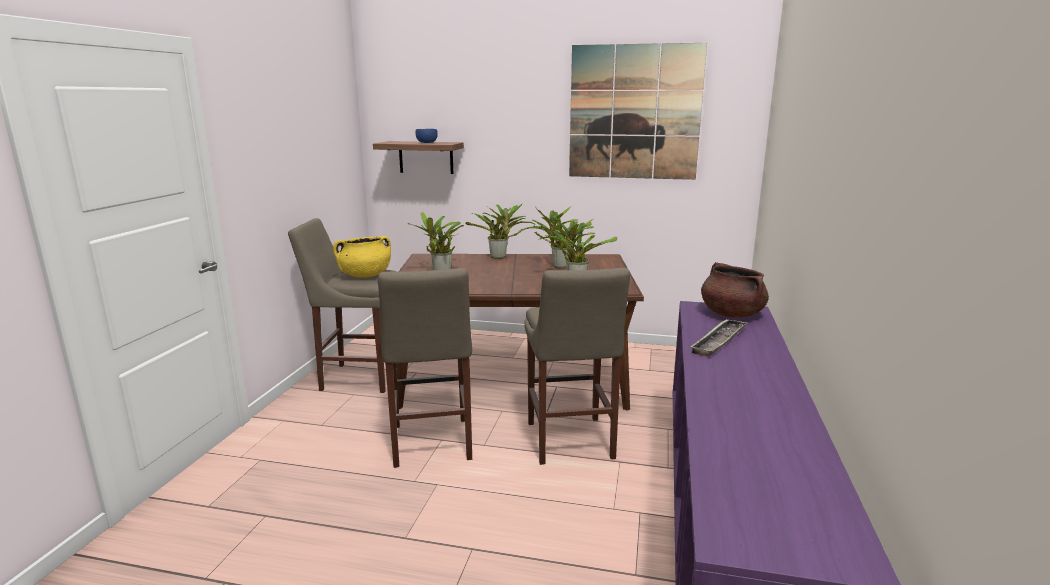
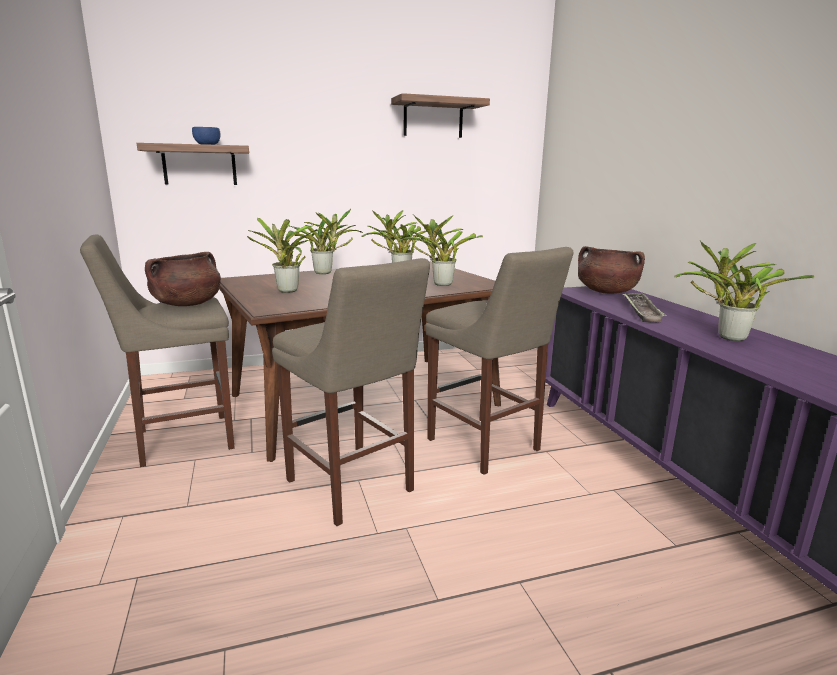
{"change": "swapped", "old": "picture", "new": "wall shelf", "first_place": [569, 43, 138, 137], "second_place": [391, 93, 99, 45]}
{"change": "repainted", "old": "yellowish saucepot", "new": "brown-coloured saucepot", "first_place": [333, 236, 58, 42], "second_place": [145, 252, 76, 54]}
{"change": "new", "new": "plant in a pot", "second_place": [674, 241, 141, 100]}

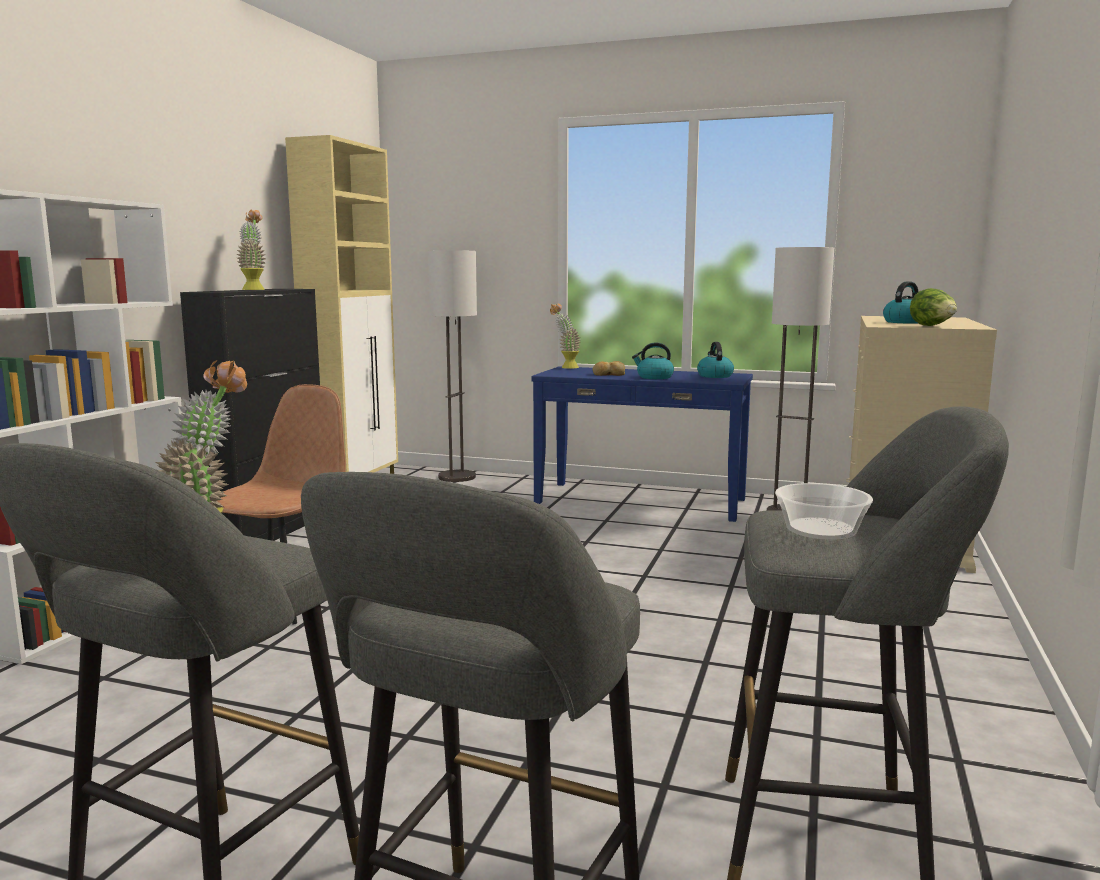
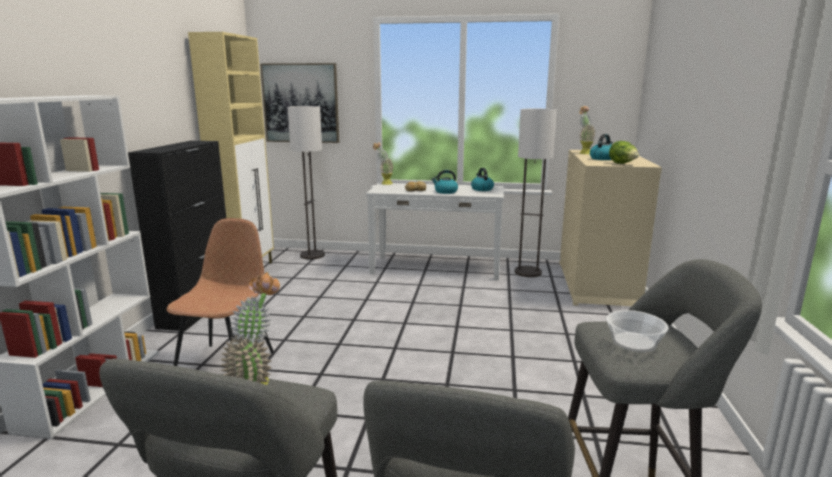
{"change": "shifted", "old": "plant in a pot", "first_place": [237, 209, 29, 81], "second_place": [579, 106, 17, 48]}
{"change": "repainted", "old": "bluish console table", "new": "whitish console table", "first_place": [532, 366, 221, 156], "second_place": [366, 183, 138, 98]}
{"change": "new", "new": "picture", "second_place": [260, 63, 79, 80]}

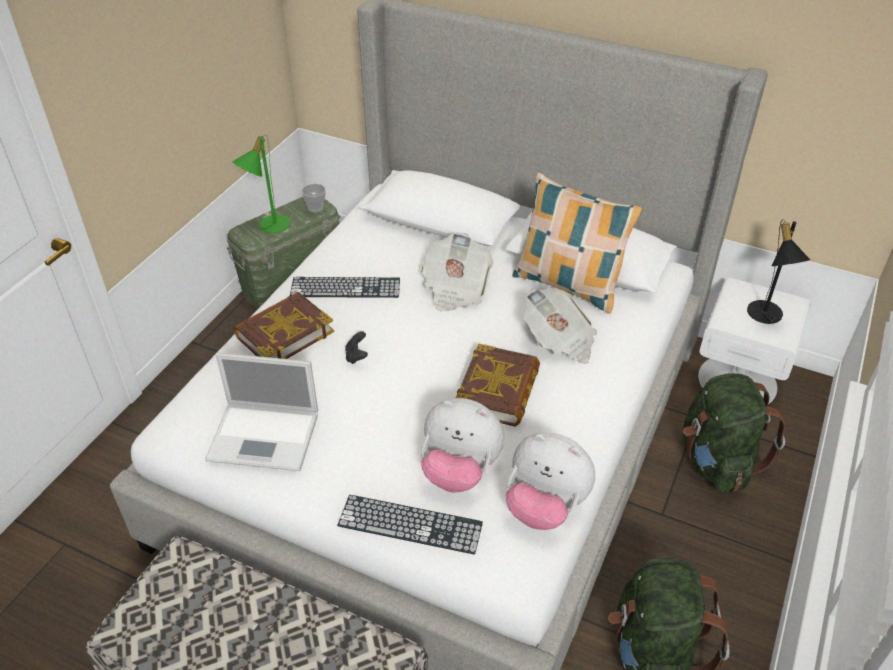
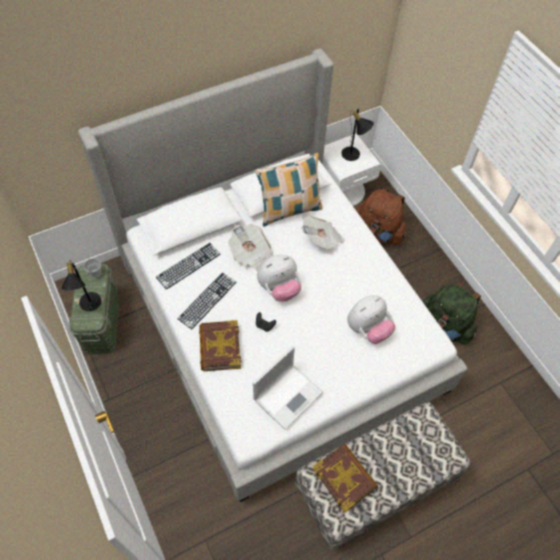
{"change": "repainted", "old": "greenish table lamp", "new": "black table lamp", "first_place": [232, 135, 58, 98], "second_place": [61, 259, 40, 52]}
{"change": "shifted", "old": "volume", "first_place": [456, 343, 84, 84], "second_place": [313, 444, 65, 68]}
{"change": "repainted", "old": "greenish backpack", "new": "brown-coloured backpack", "first_place": [683, 373, 102, 120], "second_place": [355, 188, 52, 57]}
{"change": "shifted", "old": "cuddly toy", "first_place": [506, 432, 89, 98], "second_place": [257, 255, 44, 47]}
{"change": "shifted", "old": "keyboard", "first_place": [337, 495, 146, 59], "second_place": [156, 243, 65, 47]}

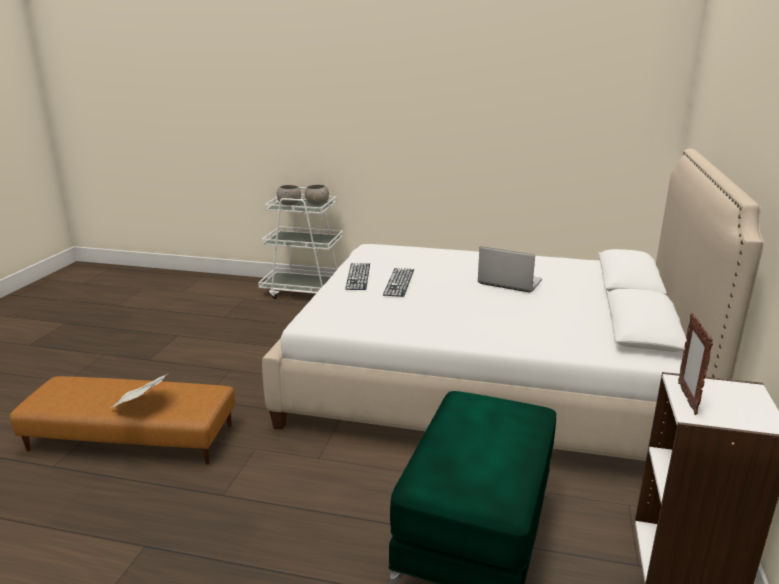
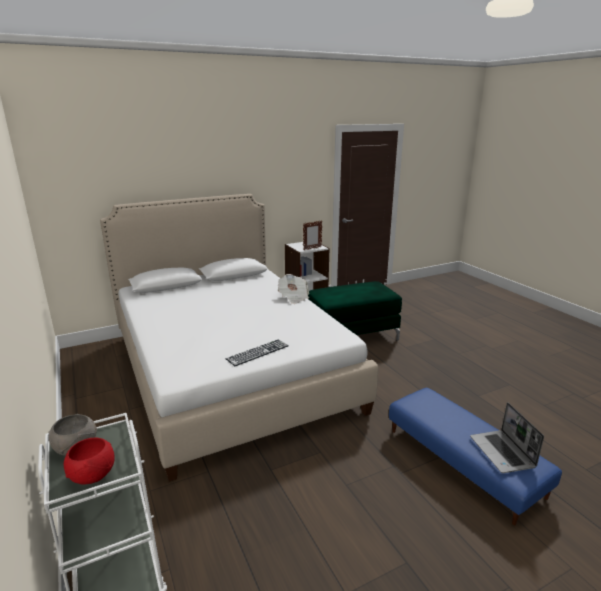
{"change": "repainted", "old": "grey bowl", "new": "red-coloured bowl", "first_place": [277, 185, 24, 20], "second_place": [64, 438, 51, 47]}
{"change": "shifted", "old": "laptop", "first_place": [478, 246, 64, 47], "second_place": [470, 402, 74, 71]}
{"change": "gone", "old": "keyboard", "first_place": [383, 268, 31, 29]}
{"change": "shifted", "old": "newspaper", "first_place": [112, 374, 55, 33], "second_place": [278, 274, 31, 30]}
{"change": "repainted", "old": "brown-coloured footrest", "new": "bluish footrest", "first_place": [10, 376, 225, 88], "second_place": [389, 388, 173, 137]}

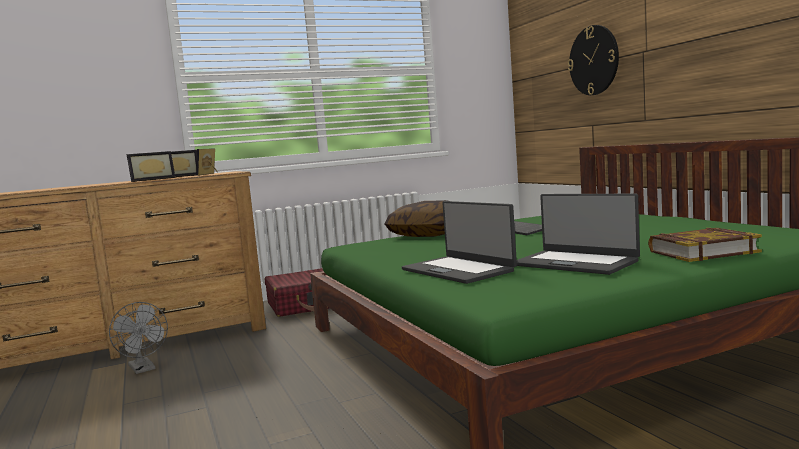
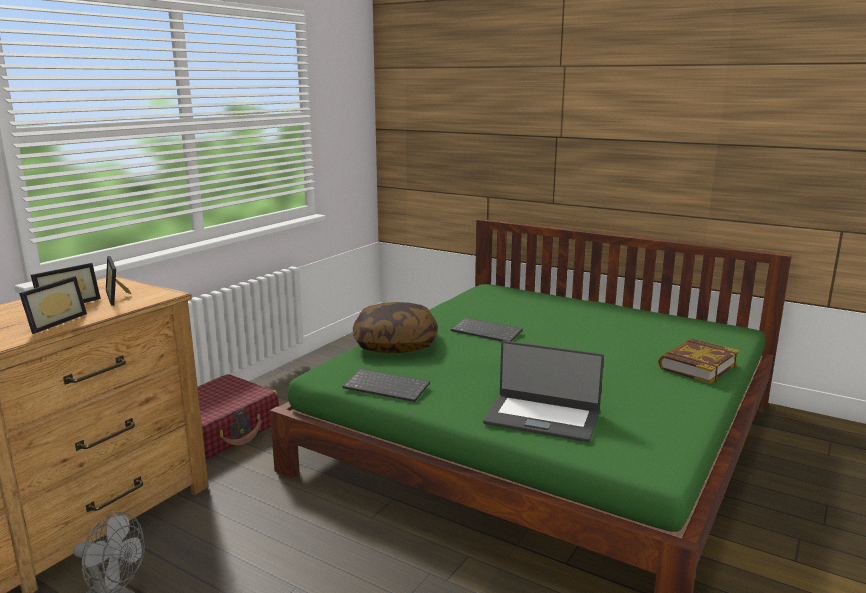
{"change": "gone", "old": "hanging clock", "first_place": [568, 25, 51, 70]}
{"change": "gone", "old": "laptop", "first_place": [517, 194, 123, 81]}
{"change": "new", "new": "keyboard", "second_place": [343, 369, 87, 33]}

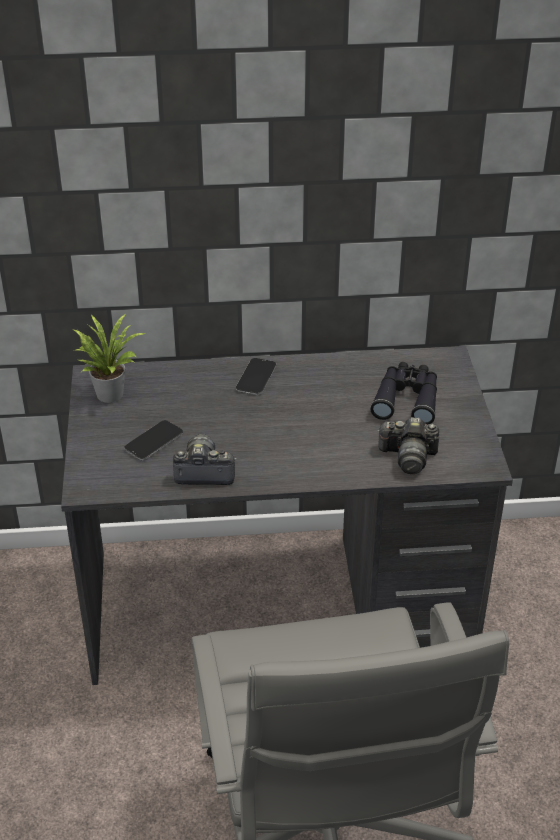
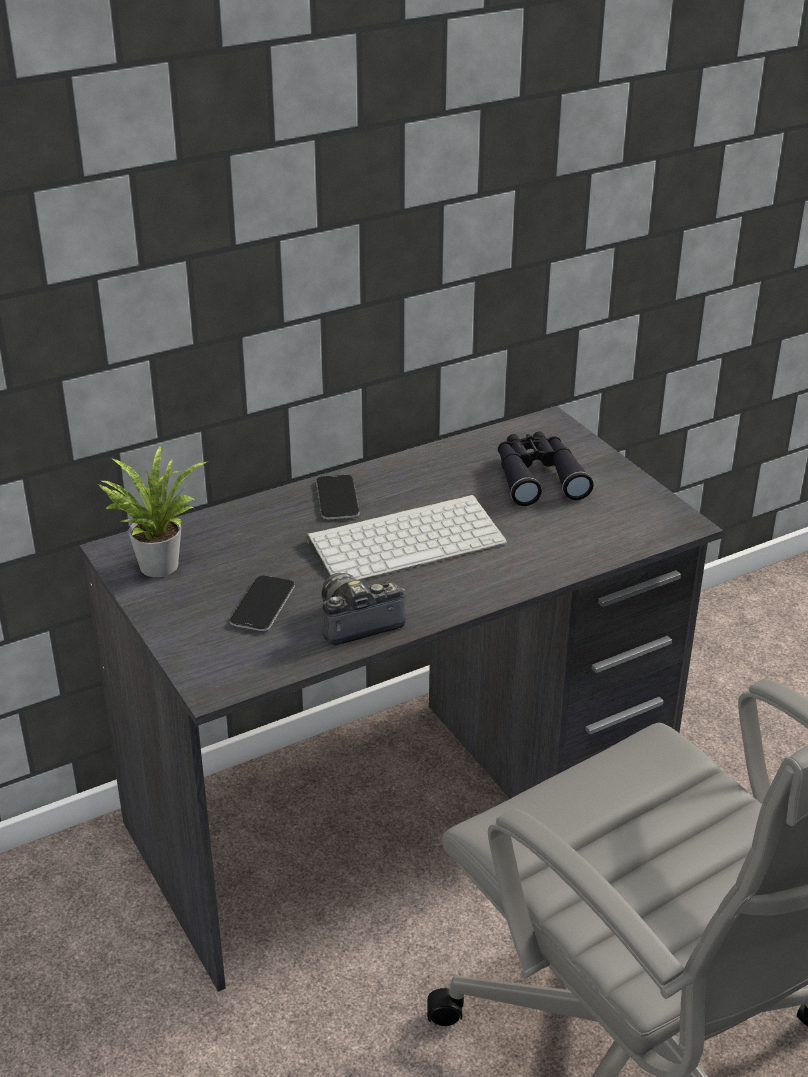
{"change": "gone", "old": "photo camera", "first_place": [377, 417, 62, 57]}
{"change": "new", "new": "keyboard", "second_place": [306, 495, 201, 85]}

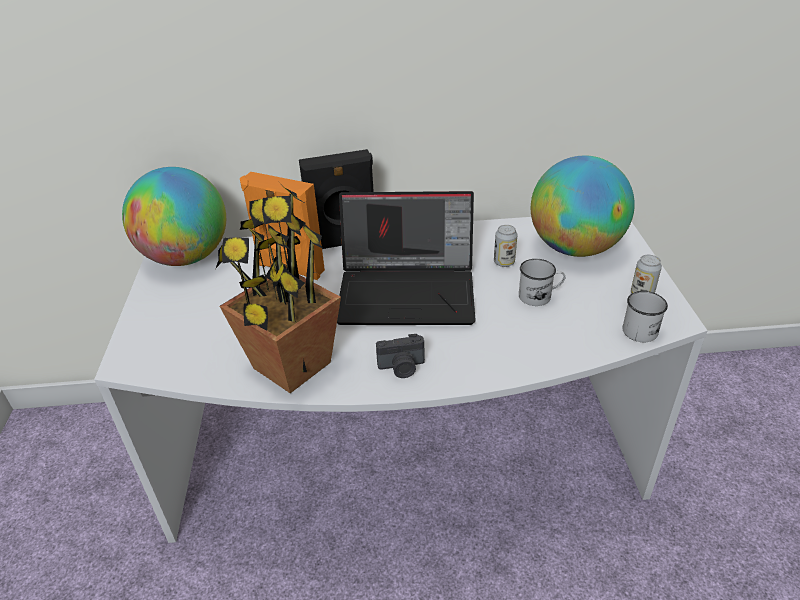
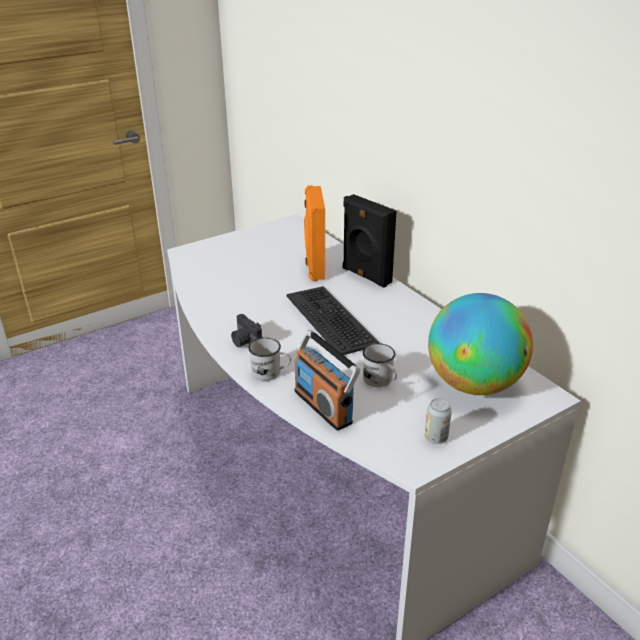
{"change": "gone", "old": "desk globe", "first_place": [122, 167, 104, 99]}
{"change": "gone", "old": "plant in a pot", "first_place": [215, 188, 126, 205]}
{"change": "swapped", "old": "laptop", "new": "keyboard", "first_place": [337, 191, 138, 134], "second_place": [286, 286, 93, 69]}
{"change": "gone", "old": "metal can", "first_place": [494, 225, 23, 42]}
{"change": "shifted", "old": "whitish coffee mug", "first_place": [623, 291, 45, 51], "second_place": [248, 338, 43, 43]}
{"change": "new", "new": "radio", "second_place": [295, 330, 65, 101]}

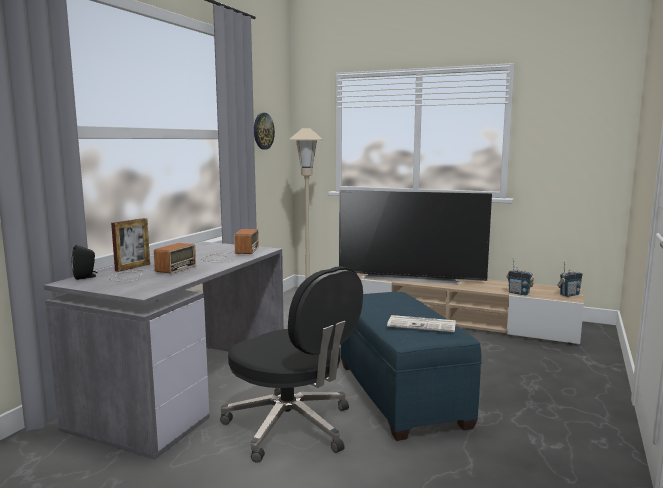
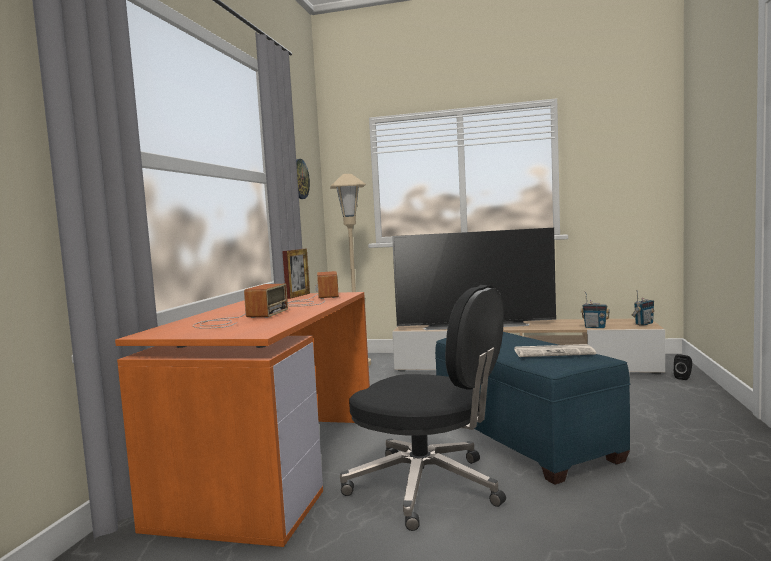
{"change": "shifted", "old": "picture frame", "first_place": [111, 218, 39, 54], "second_place": [282, 249, 28, 50]}
{"change": "repainted", "old": "grey desk table", "new": "orange-coloured desk table", "first_place": [44, 242, 240, 218], "second_place": [115, 292, 255, 255]}
{"change": "shifted", "old": "black loudspeaker", "first_place": [71, 245, 27, 35], "second_place": [674, 354, 18, 26]}

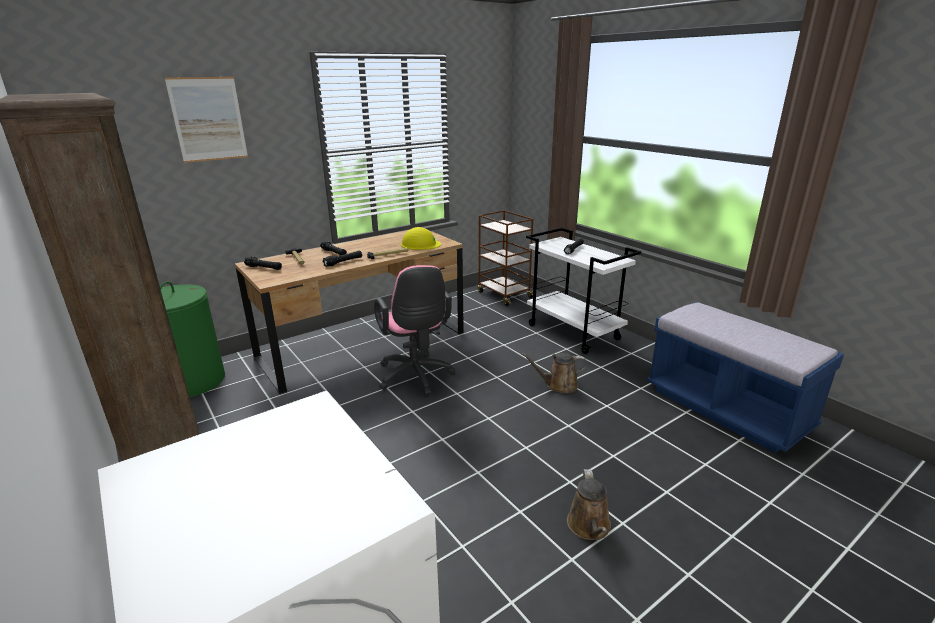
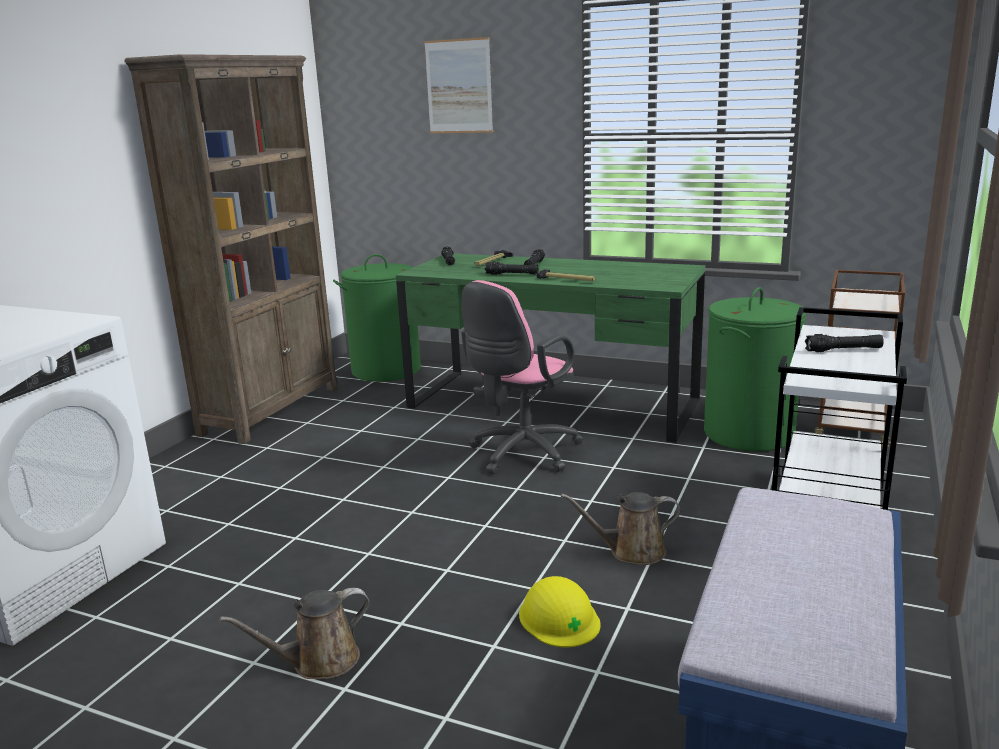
{"change": "shifted", "old": "yellowish hard hat", "first_place": [401, 227, 40, 23], "second_place": [519, 576, 82, 71]}
{"change": "repainted", "old": "brown-coloured desk table", "new": "greenish desk table", "first_place": [235, 230, 229, 164], "second_place": [396, 254, 309, 189]}
{"change": "rotated", "old": "brown-coloured watering can", "first_place": [521, 353, 66, 40], "second_place": [561, 492, 119, 73], "degrees": -60}
{"change": "new", "new": "greenish washing basket", "second_place": [704, 287, 102, 164]}

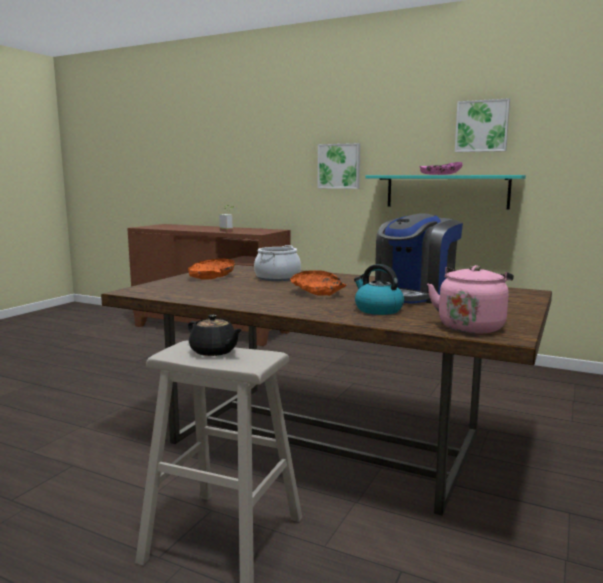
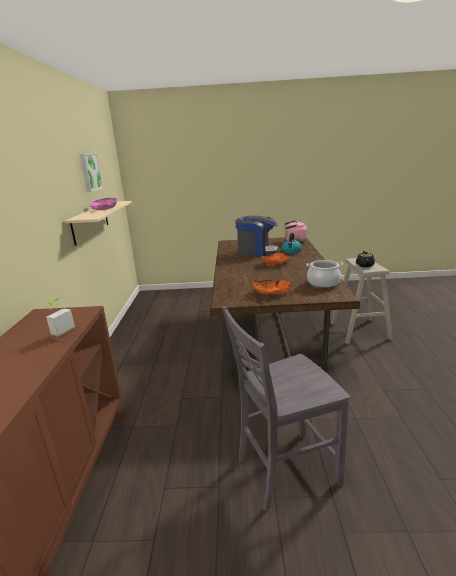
{"change": "gone", "old": "picture", "first_place": [318, 143, 42, 46]}
{"change": "repainted", "old": "turquoise-coloured wall shelf", "new": "beige-coloured wall shelf", "first_place": [366, 175, 160, 35], "second_place": [65, 201, 67, 45]}
{"change": "shifted", "old": "saucepot", "first_place": [254, 245, 47, 36], "second_place": [306, 260, 37, 28]}
{"change": "new", "new": "grey chair", "second_place": [222, 306, 128, 205]}

